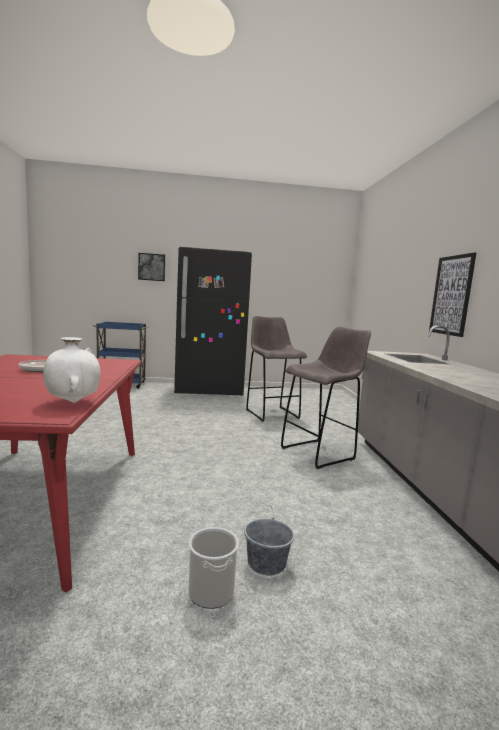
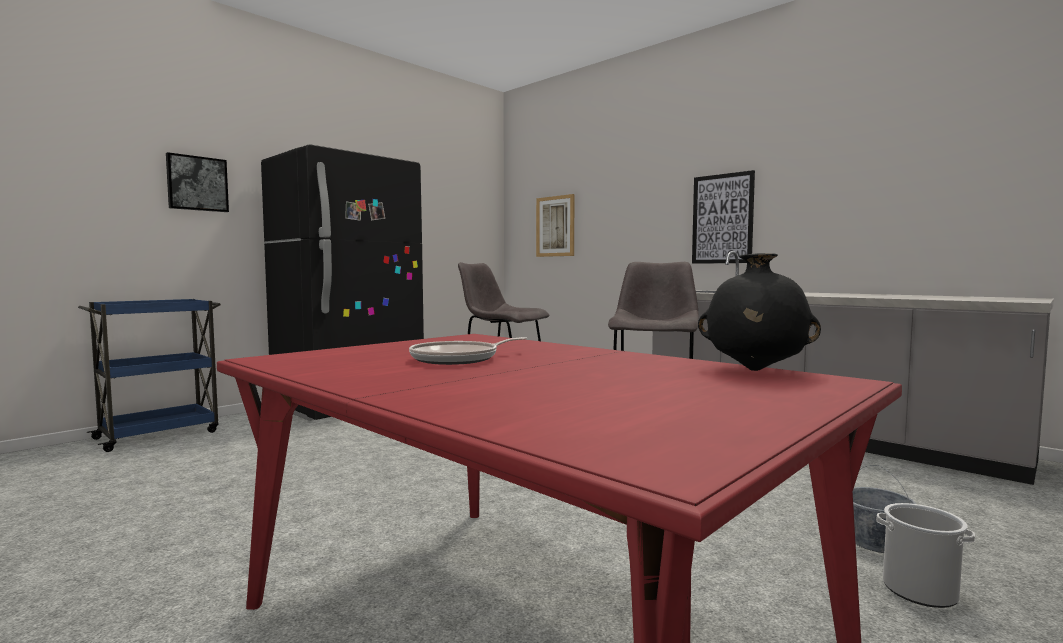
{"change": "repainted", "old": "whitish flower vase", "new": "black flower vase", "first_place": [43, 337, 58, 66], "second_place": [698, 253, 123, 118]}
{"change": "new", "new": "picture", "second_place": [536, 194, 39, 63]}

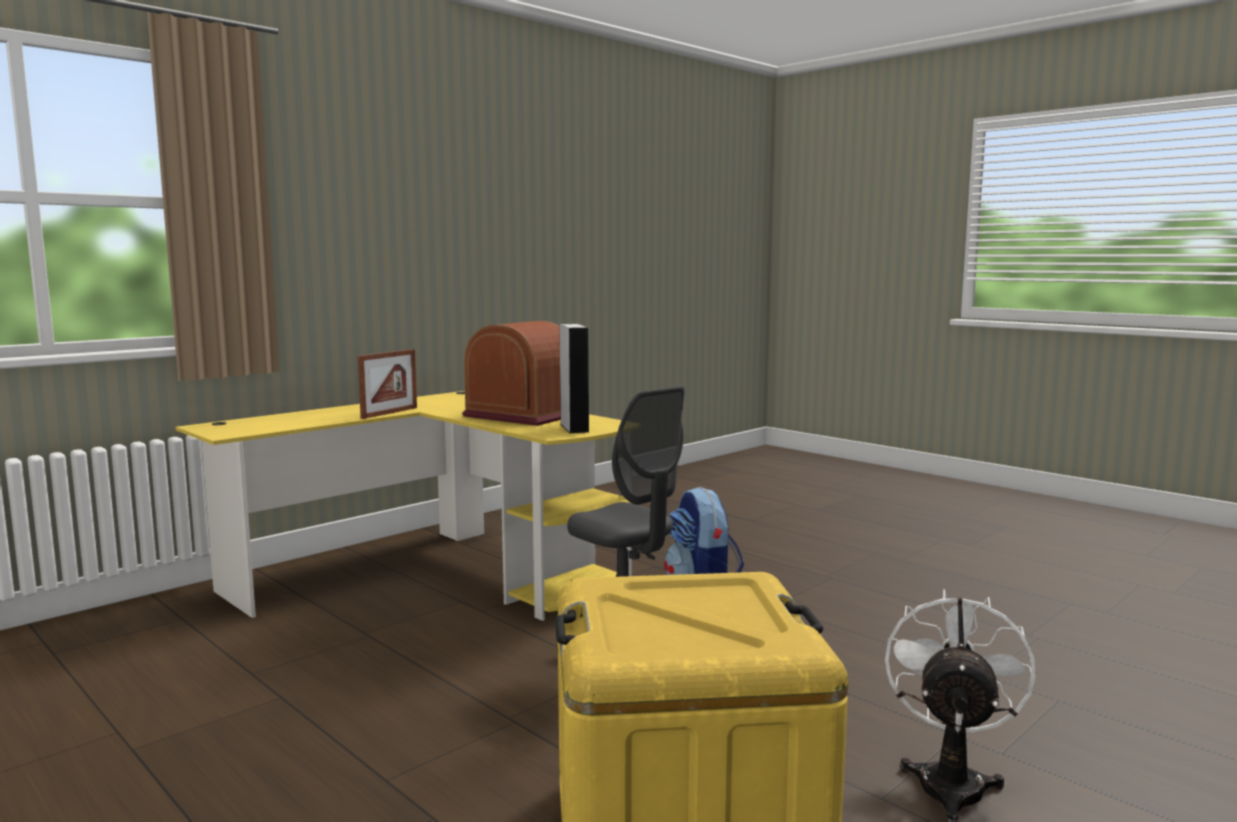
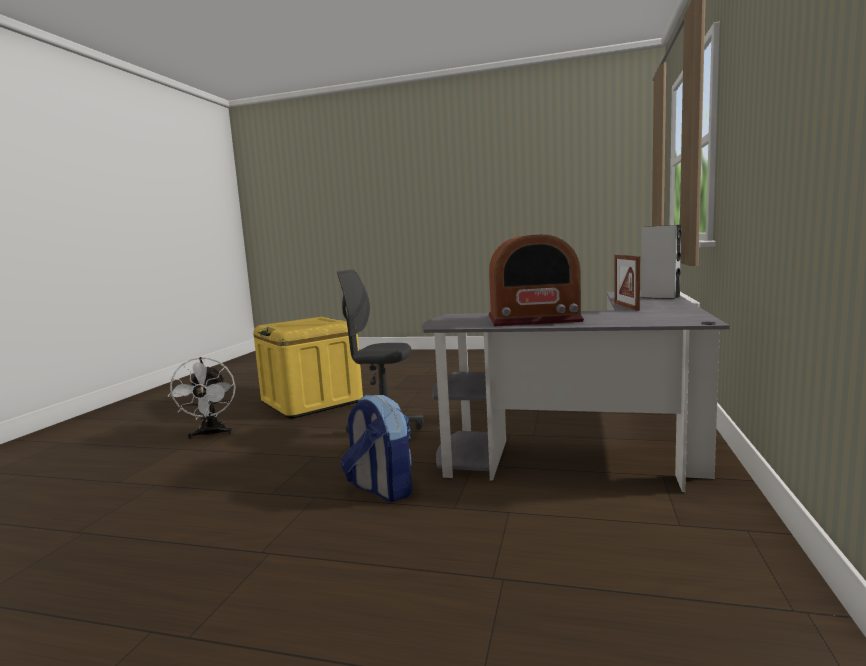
{"change": "shifted", "old": "grey loudspeaker", "first_place": [560, 324, 29, 109], "second_place": [641, 225, 40, 74]}
{"change": "repainted", "old": "yellowish desk table", "new": "grey desk table", "first_place": [176, 391, 456, 230], "second_place": [422, 291, 308, 201]}

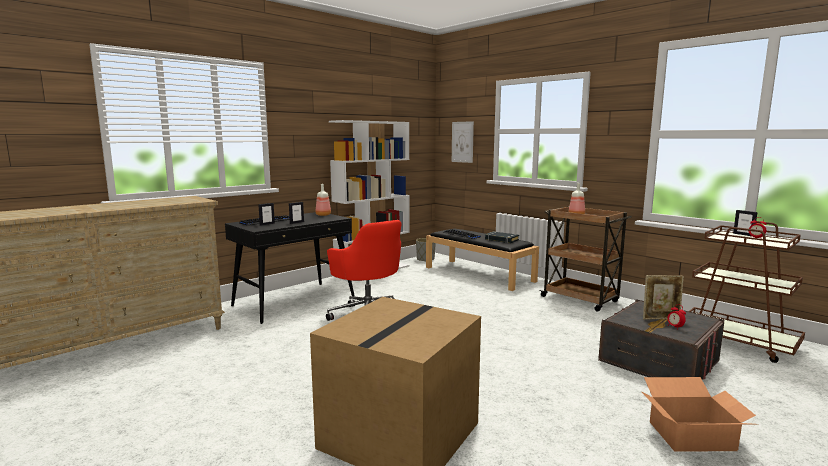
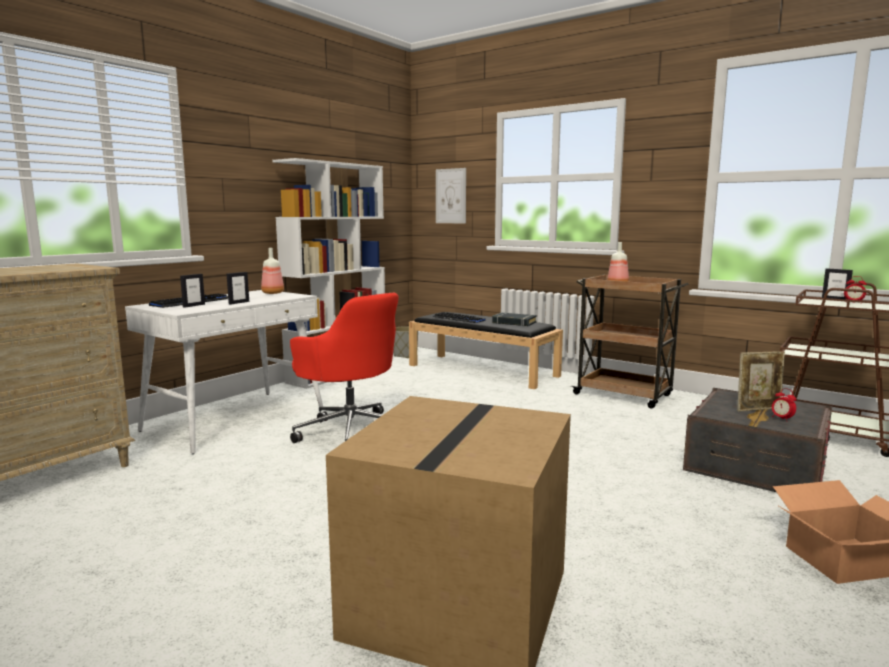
{"change": "repainted", "old": "black desk table", "new": "whitish desk table", "first_place": [225, 212, 130, 112], "second_place": [125, 290, 198, 164]}

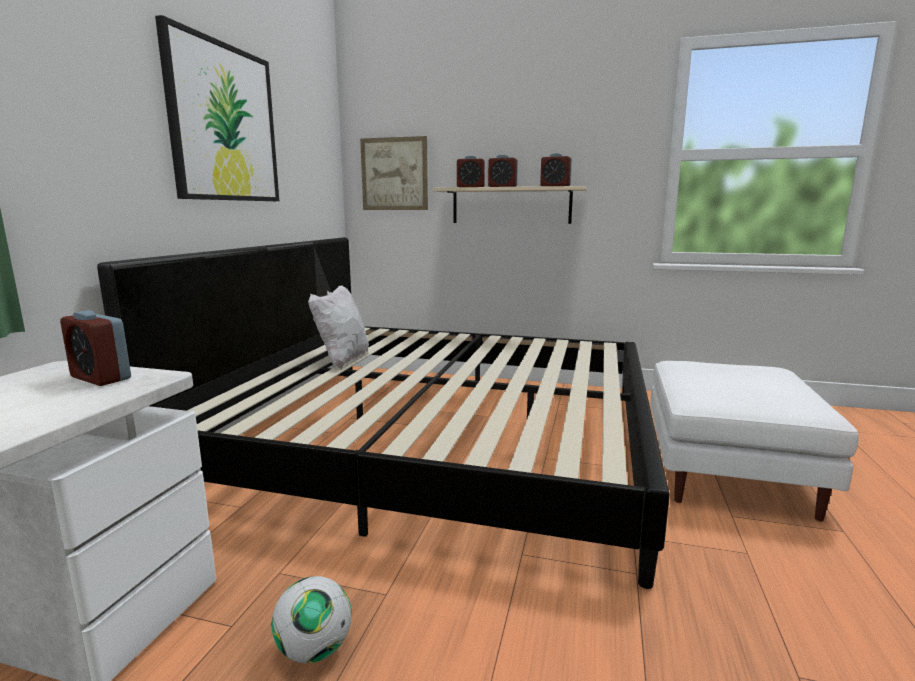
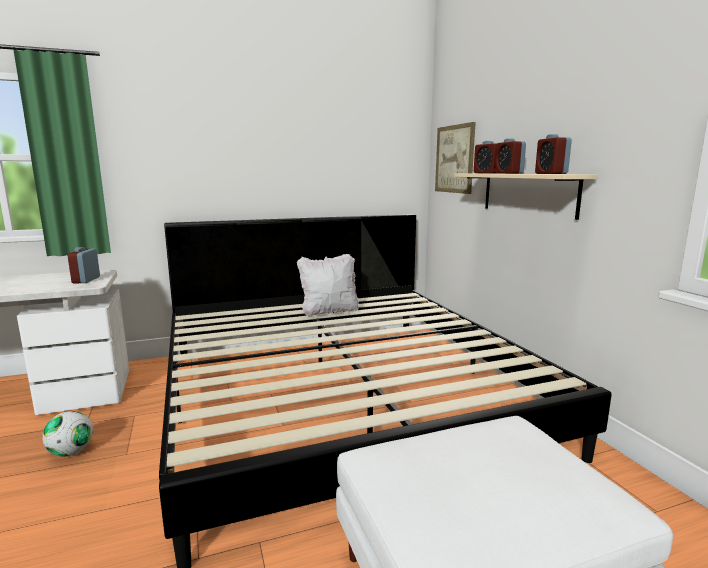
{"change": "gone", "old": "picture", "first_place": [155, 15, 124, 186]}

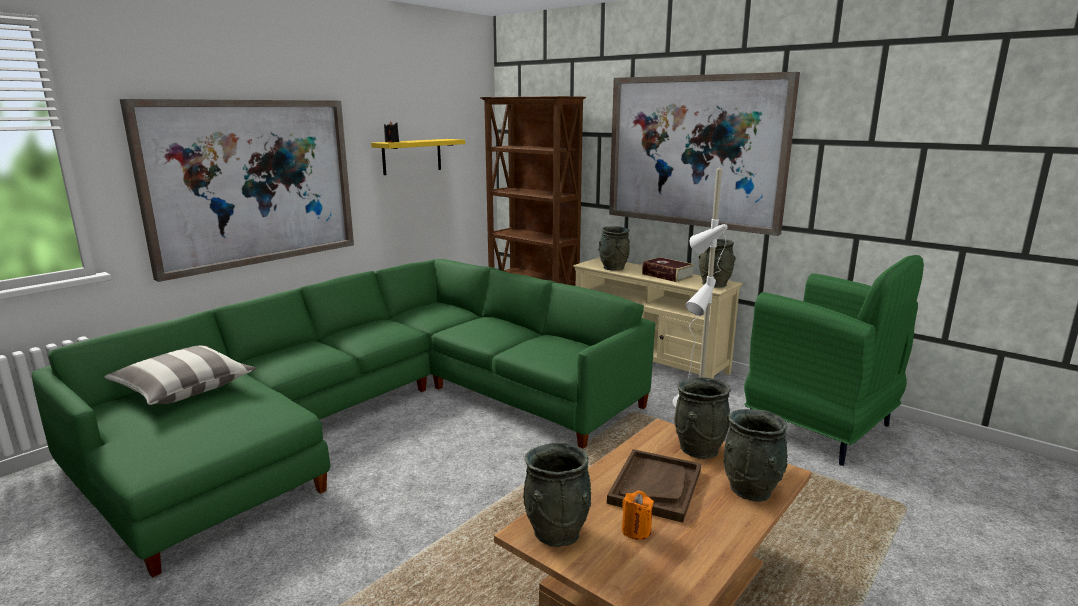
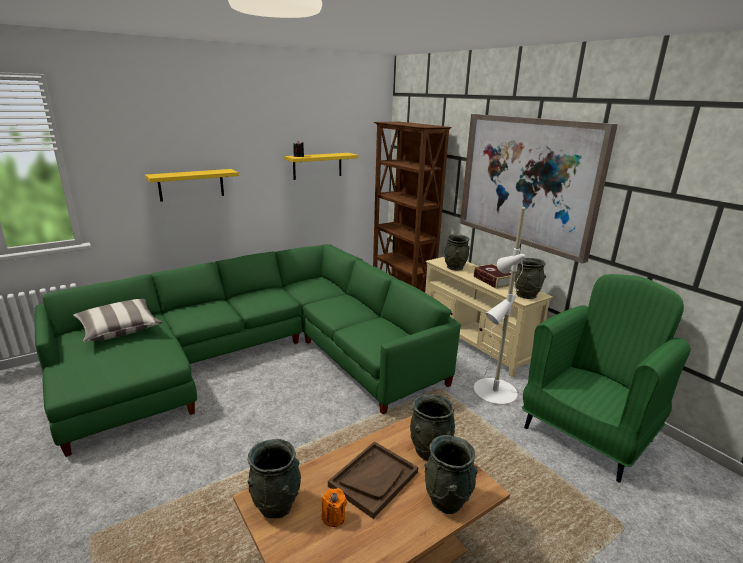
{"change": "swapped", "old": "picture", "new": "yellowish wall shelf", "first_place": [120, 99, 234, 183], "second_place": [145, 169, 94, 33]}
{"change": "rotated", "old": "greenish armchair", "first_place": [744, 255, 180, 211], "second_place": [522, 274, 169, 209], "degrees": -105}

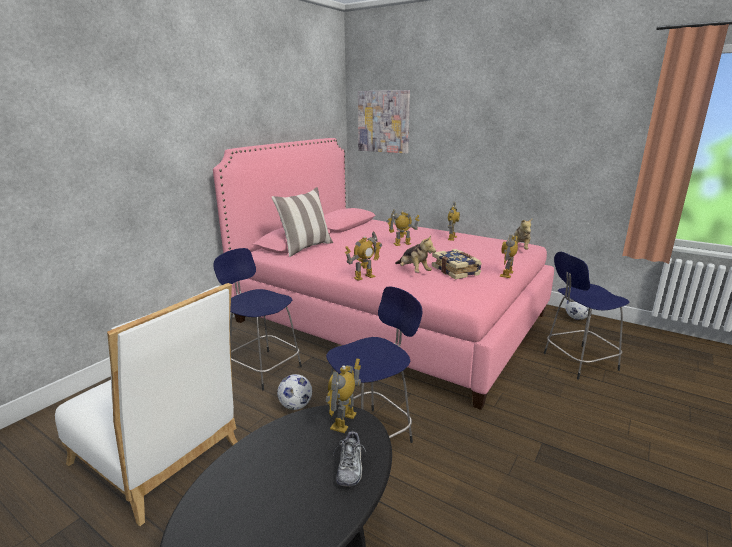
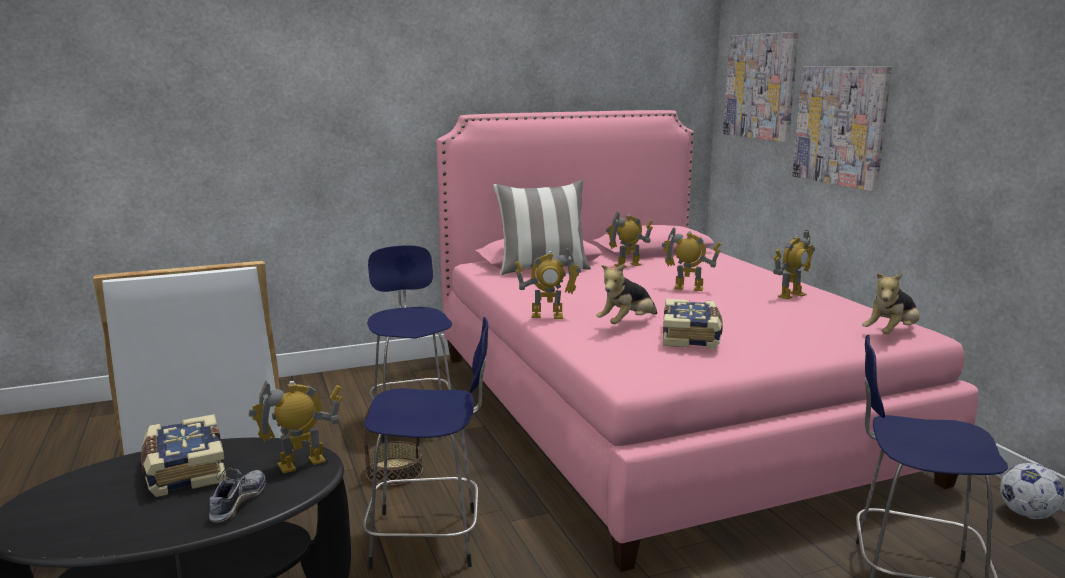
{"change": "rotated", "old": "cuddly toy", "first_place": [395, 235, 41, 38], "second_place": [596, 264, 61, 60], "degrees": 45}
{"change": "shifted", "old": "model robot", "first_place": [500, 235, 18, 43], "second_place": [606, 211, 47, 57]}
{"change": "swapped", "old": "ball for football", "new": "basket", "first_place": [277, 374, 35, 36], "second_place": [363, 402, 60, 85]}
{"change": "rotated", "old": "low shoe", "first_place": [333, 431, 33, 56], "second_place": [209, 468, 57, 55], "degrees": 150}
{"change": "new", "new": "picture", "second_place": [792, 66, 100, 125]}
{"change": "new", "new": "volume", "second_place": [141, 414, 86, 83]}

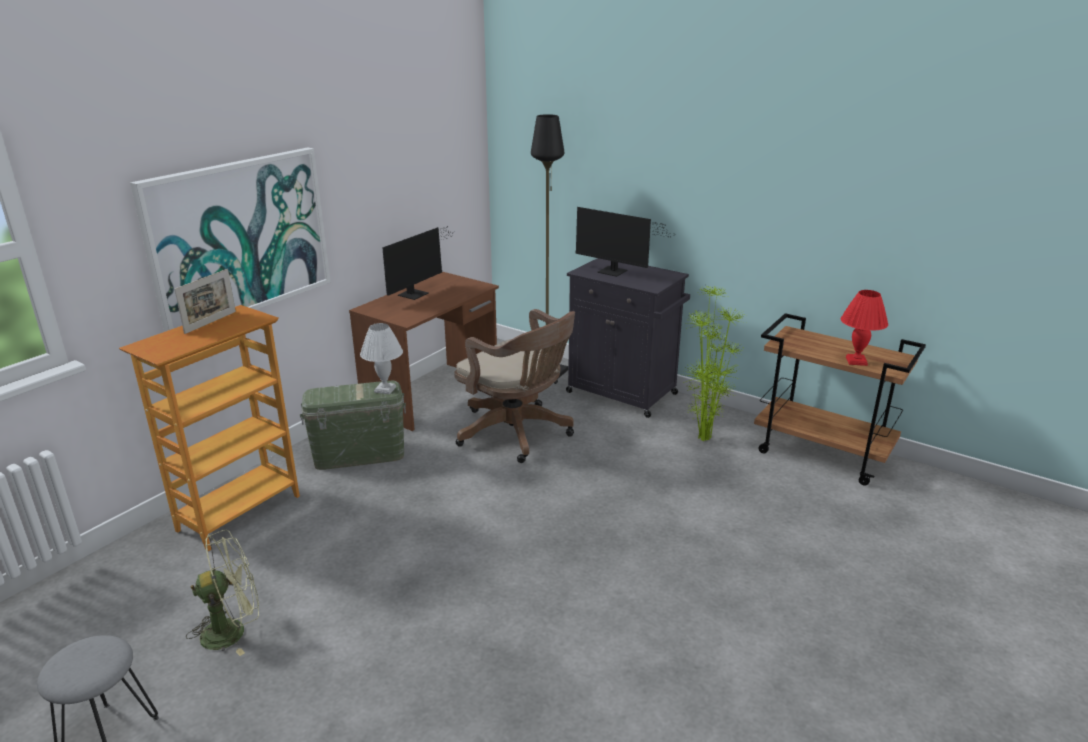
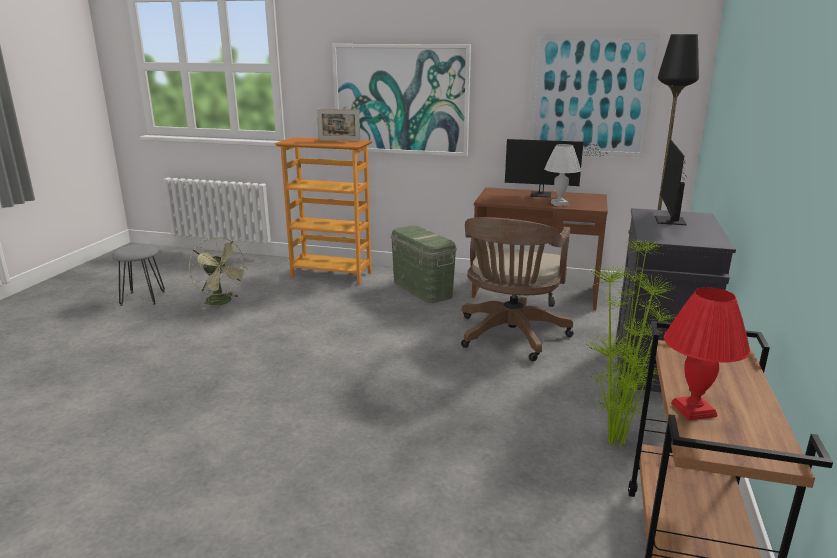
{"change": "shifted", "old": "whitish table lamp", "first_place": [360, 323, 43, 71], "second_place": [544, 144, 37, 62]}
{"change": "new", "new": "picture", "second_place": [528, 34, 131, 123]}

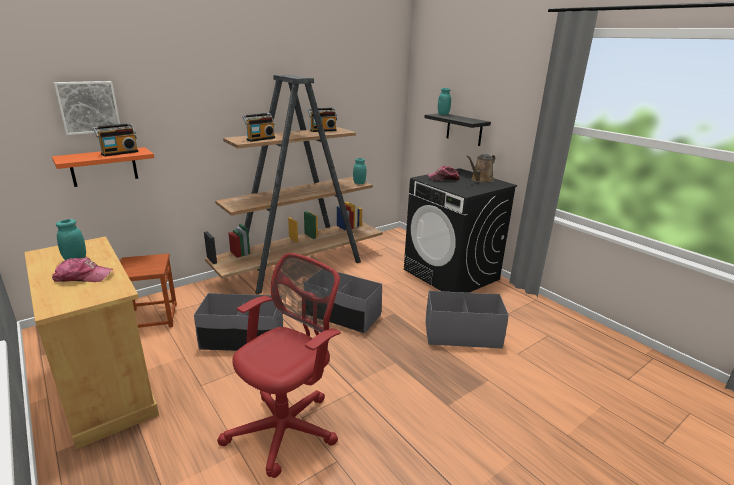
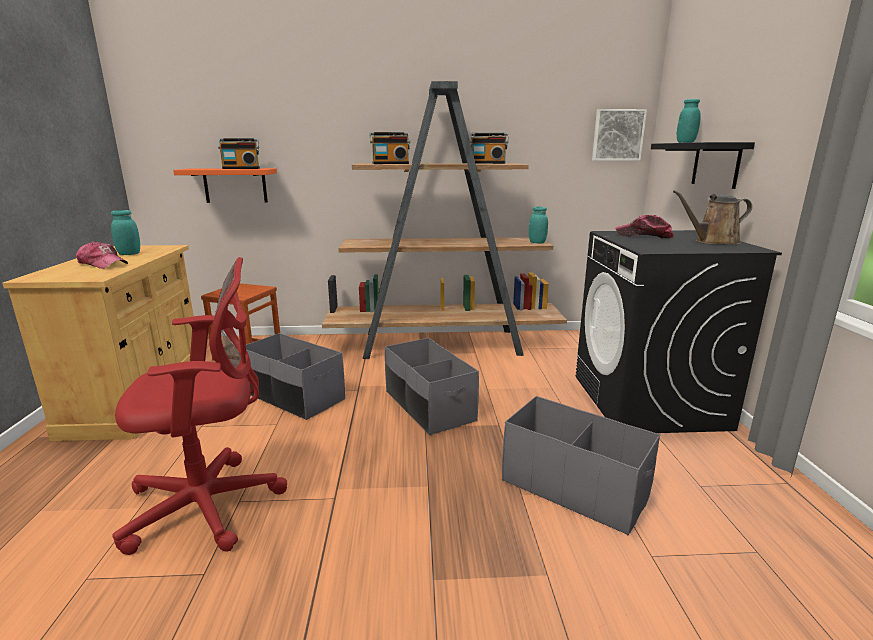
{"change": "shifted", "old": "picture", "first_place": [54, 81, 66, 54], "second_place": [592, 109, 55, 52]}

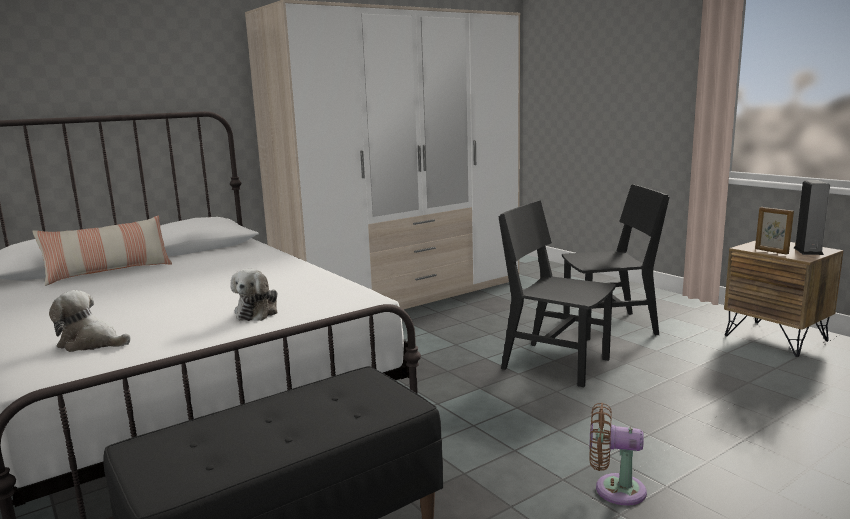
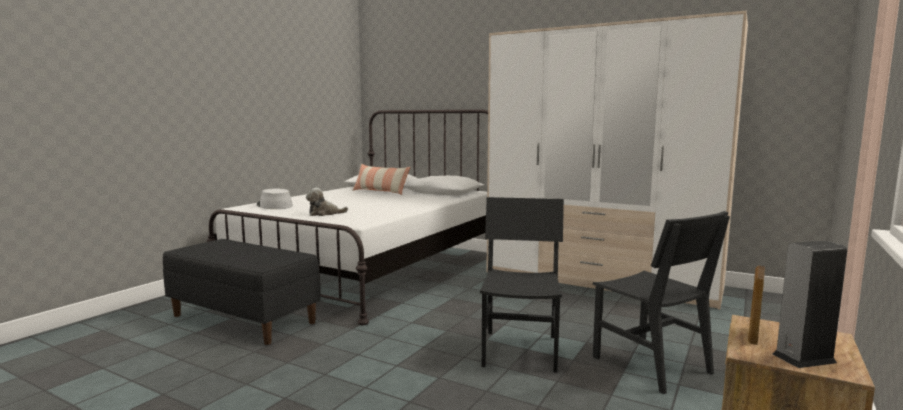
{"change": "swapped", "old": "cuddly toy", "new": "grey wearable hat", "first_place": [49, 290, 82, 62], "second_place": [257, 189, 36, 20]}
{"change": "gone", "old": "brown-coloured electric fan", "first_place": [589, 402, 58, 104]}

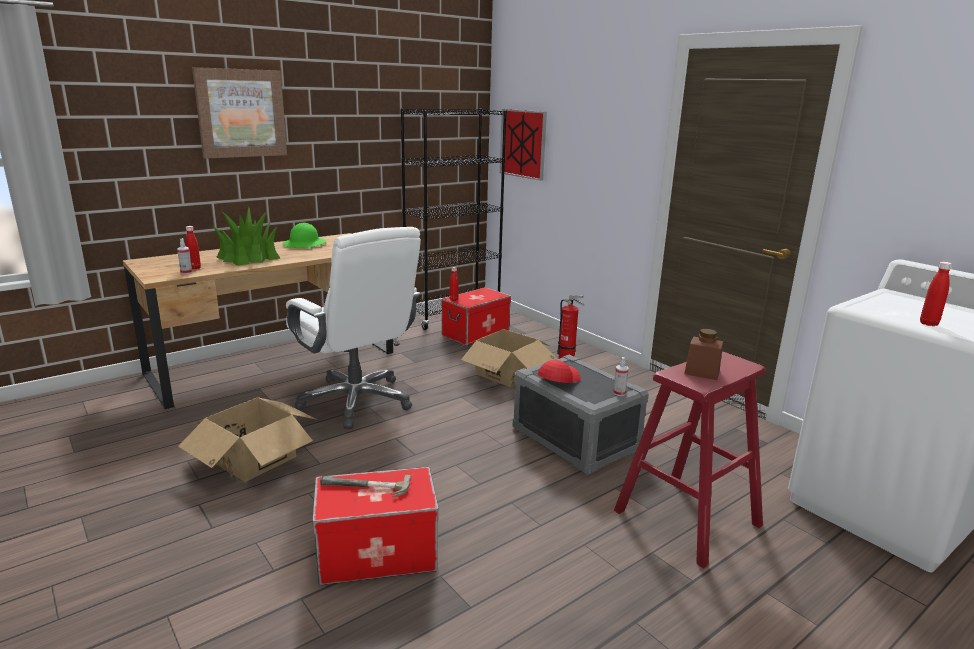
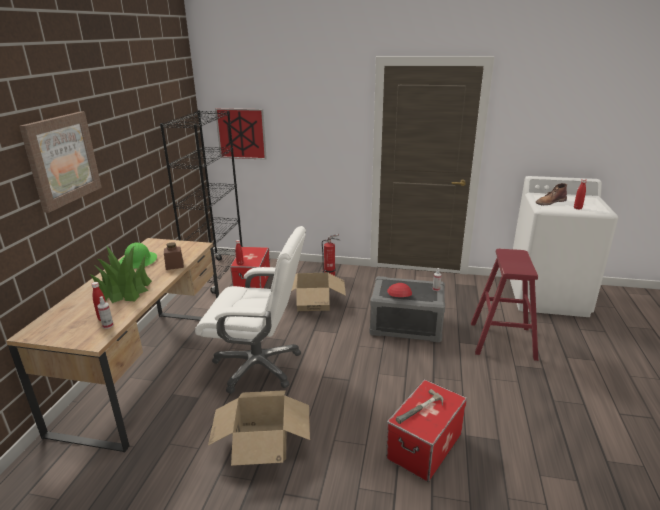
{"change": "shifted", "old": "brown-coloured jar", "first_place": [684, 329, 39, 51], "second_place": [164, 242, 20, 28]}
{"change": "new", "new": "brown-coloured boot", "second_place": [536, 183, 31, 22]}

